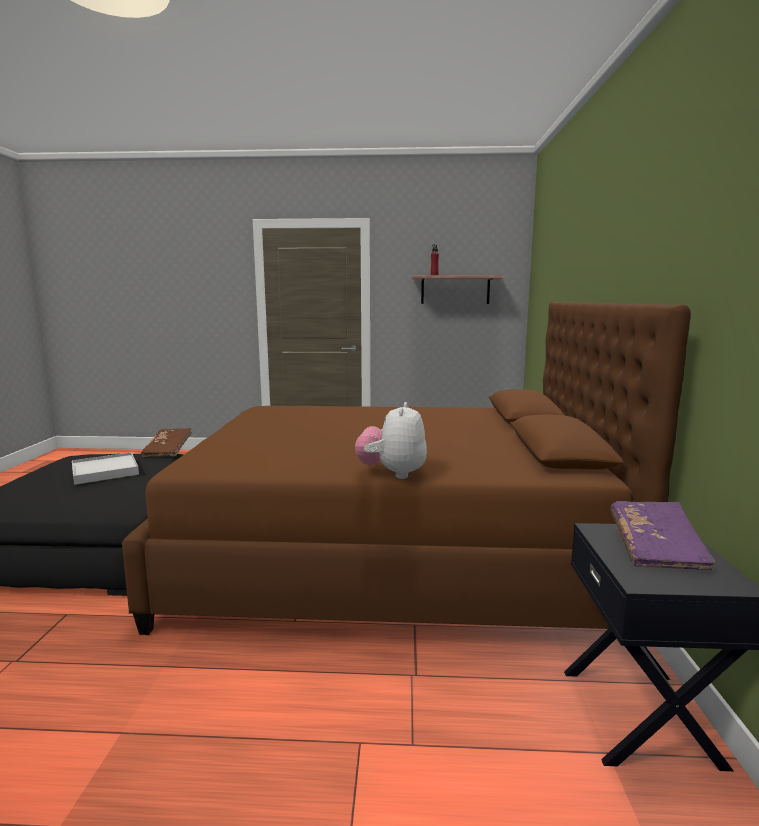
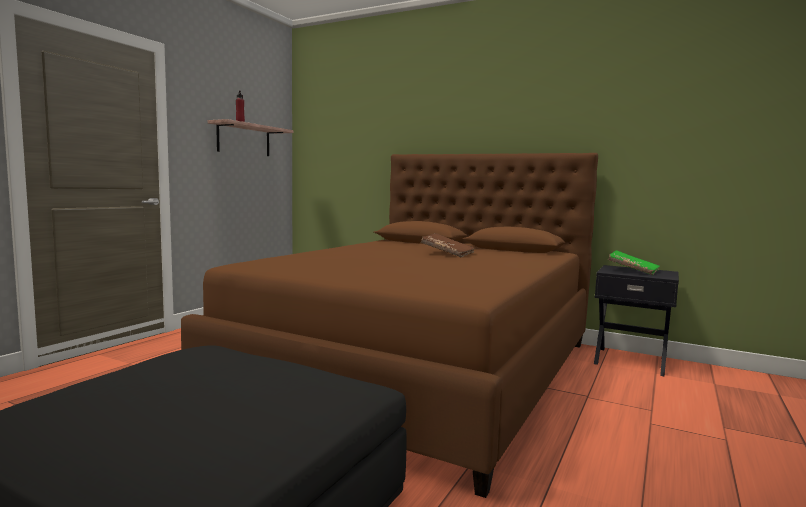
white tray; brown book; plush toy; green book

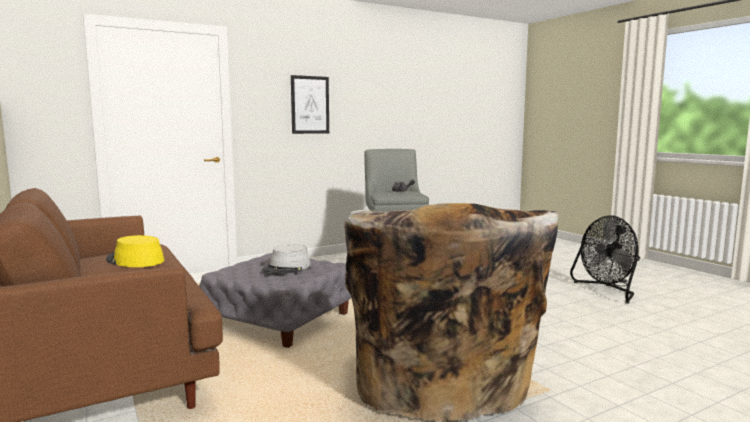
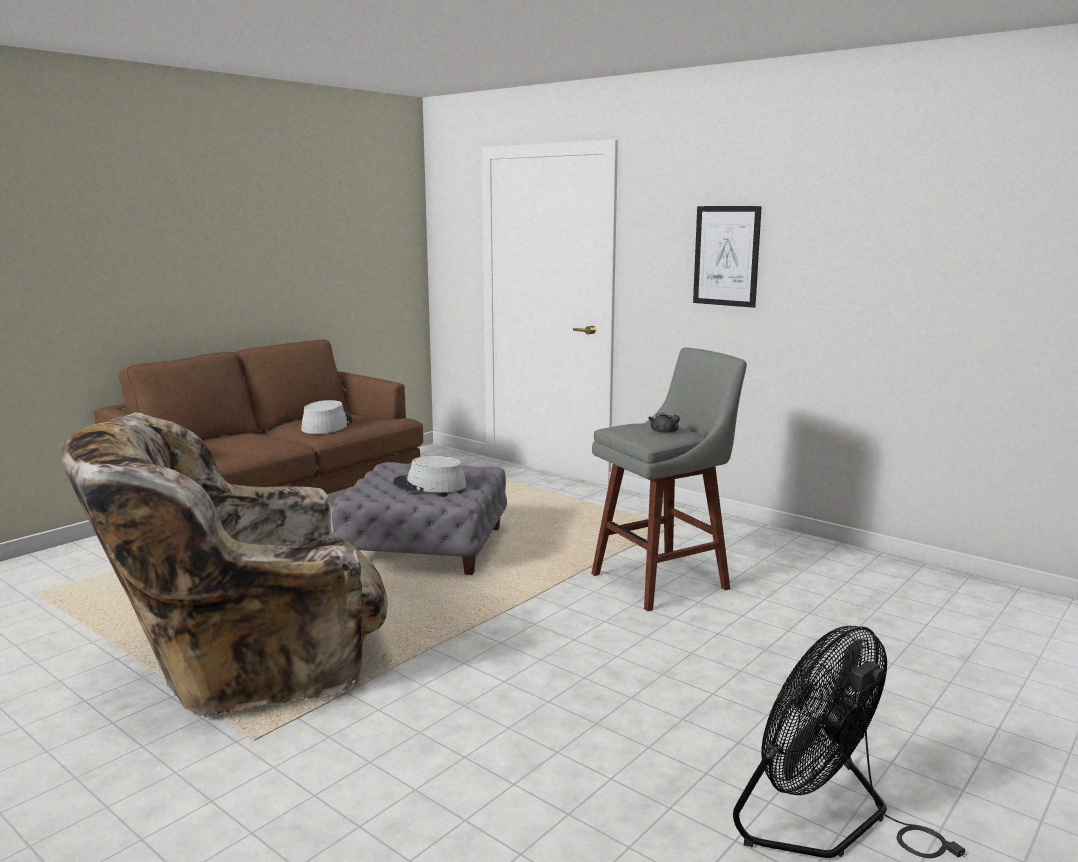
grey hat (no. 1 from left)

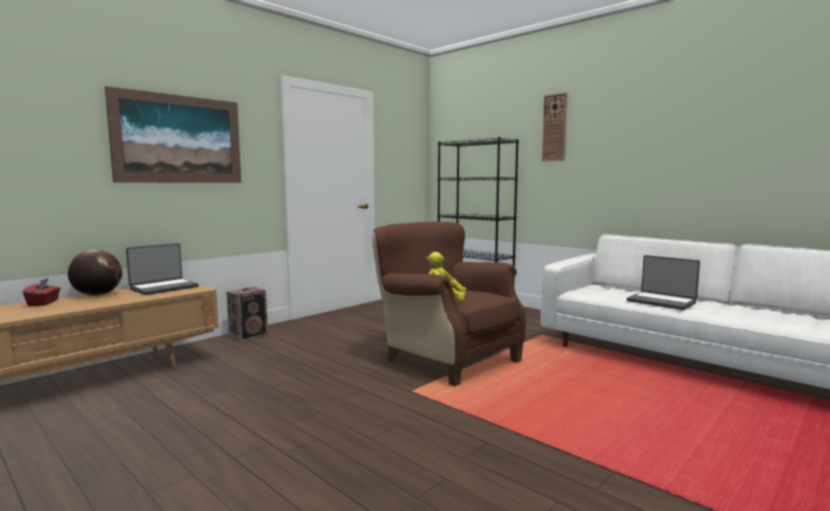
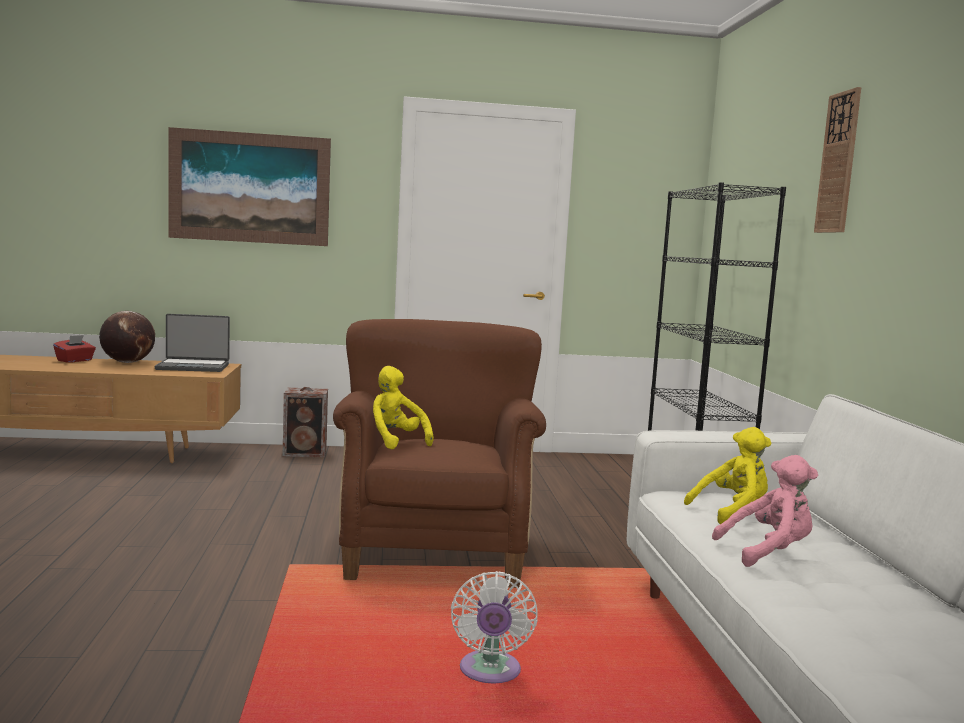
pink plush toy; white fan; yellow plush toy (no. 2 from left)

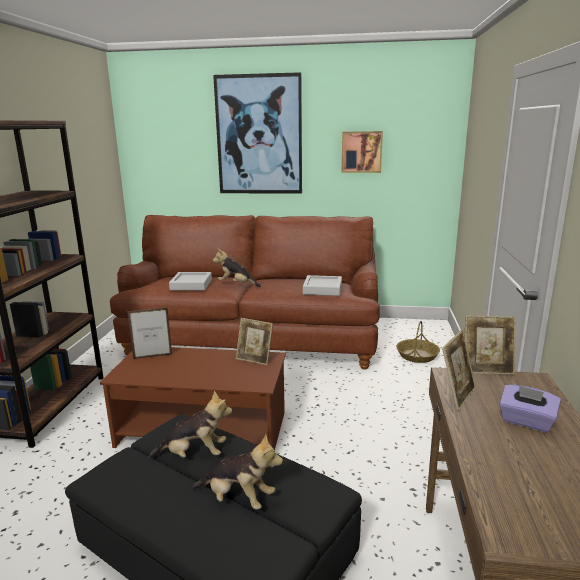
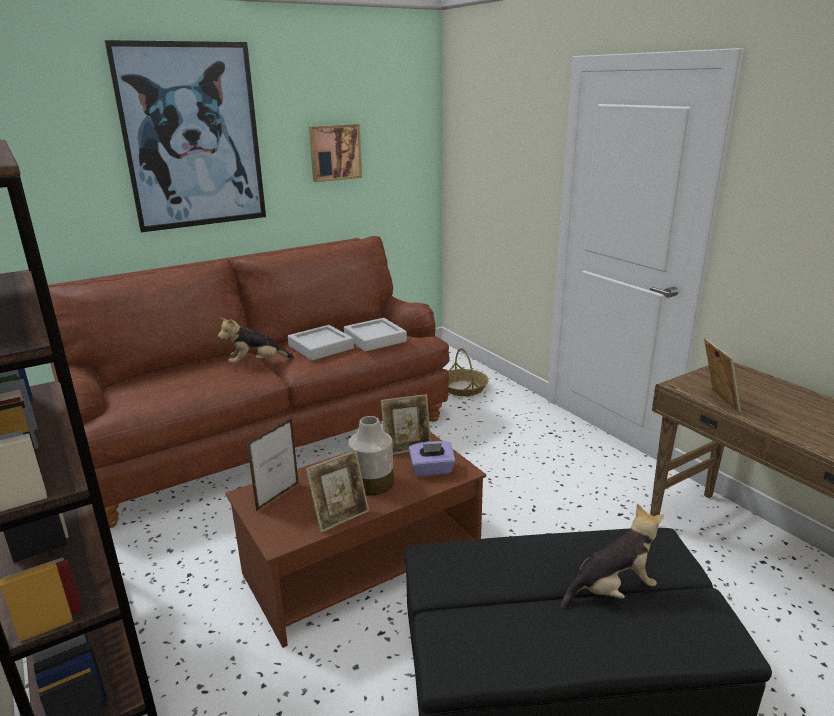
plush toy (no. 1 from left in the first image); grey tray (no. 1 from left); picture frame (no. 2 from left); purple tissue box; beige vase

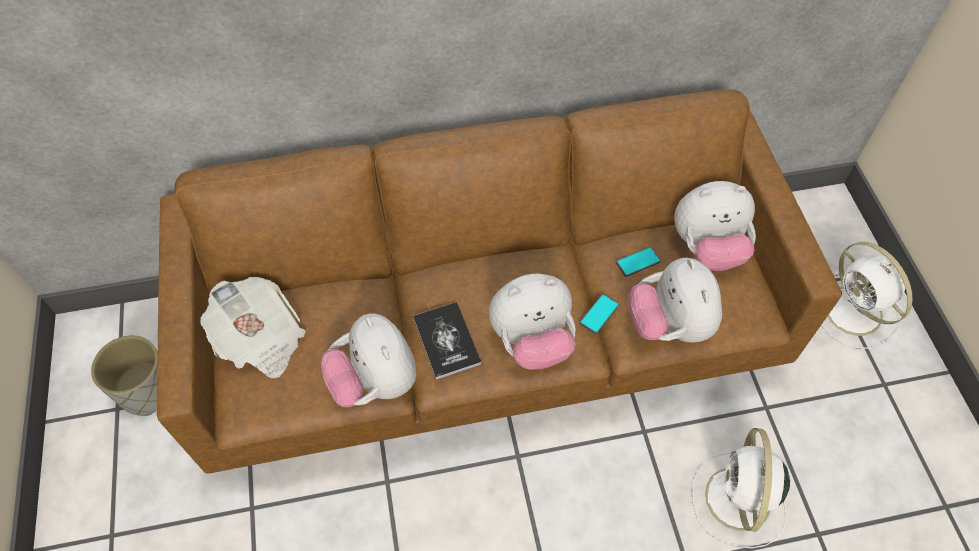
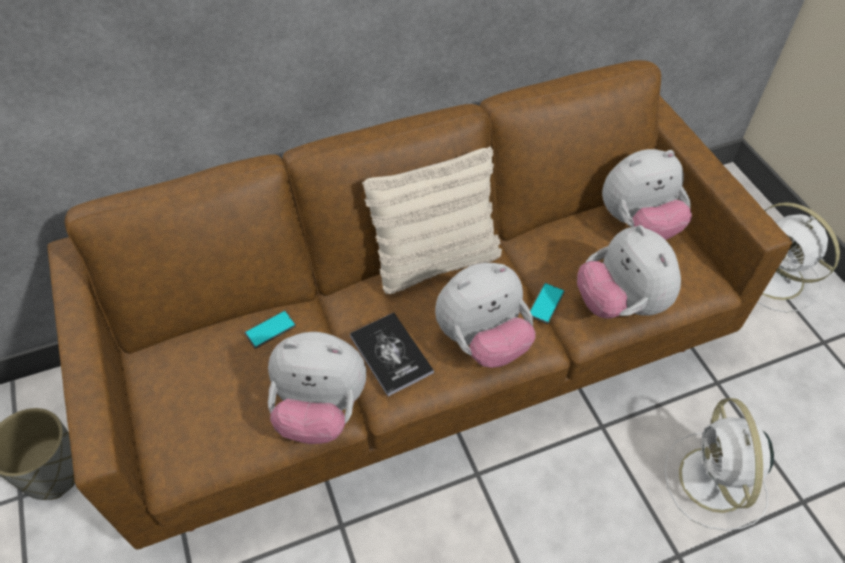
newspaper; plush toy (no. 1 from left); phone (no. 1 from left); beige pillow

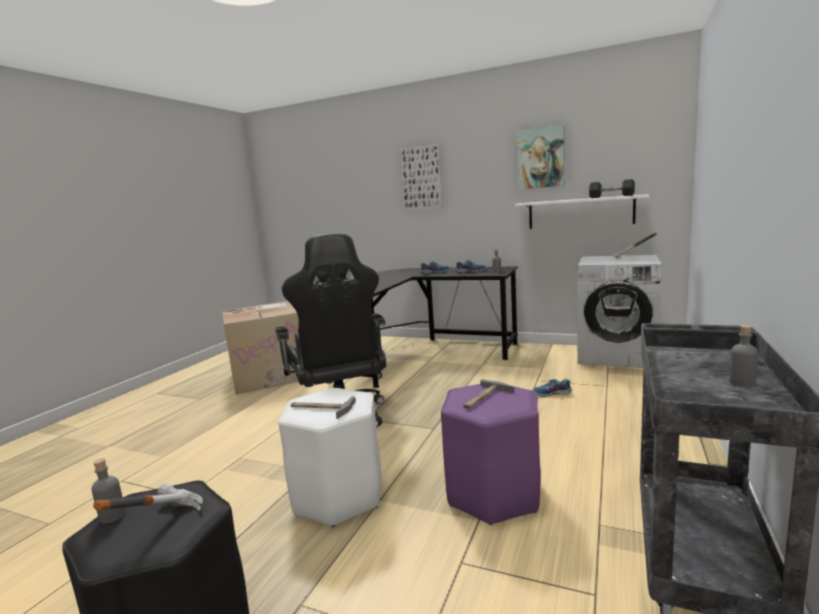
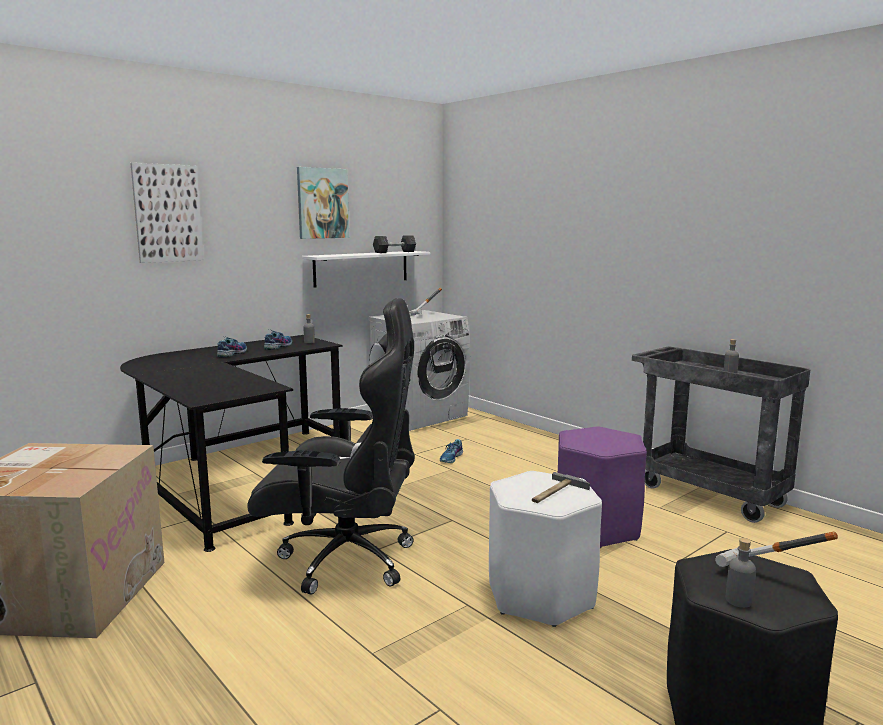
hammer (no. 3 from left in the first image)

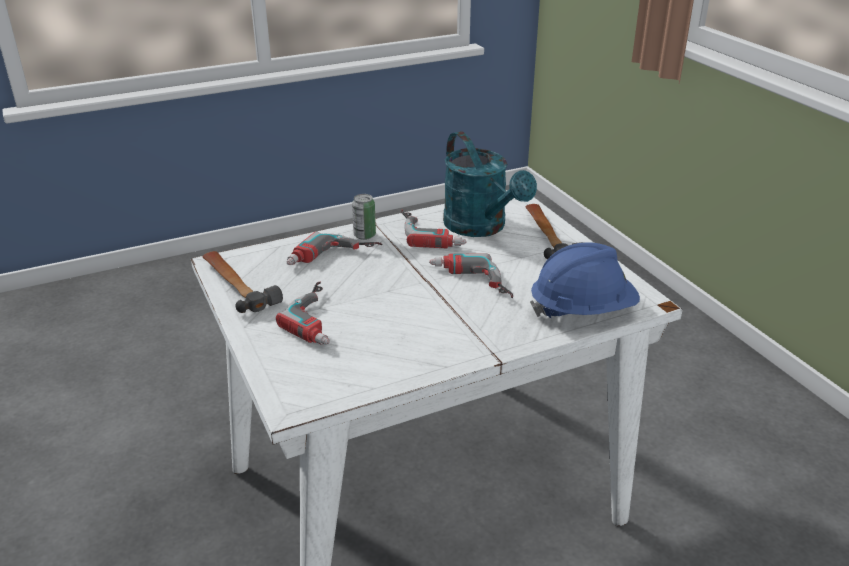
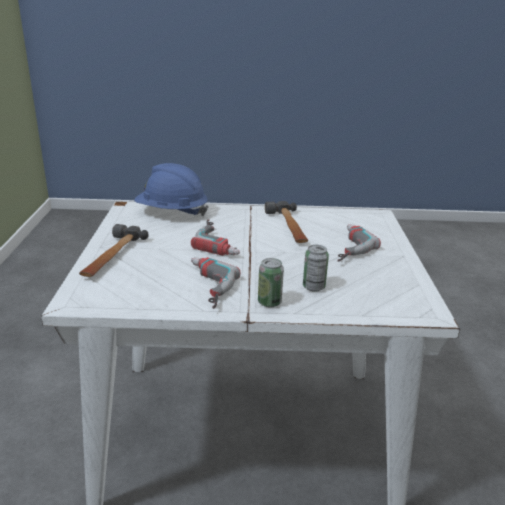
hammer (no. 2 from left); can (no. 2 from left); turquoise watering can

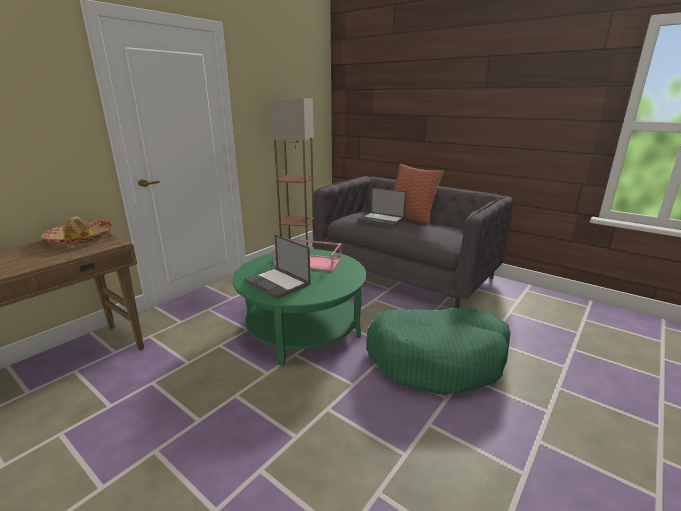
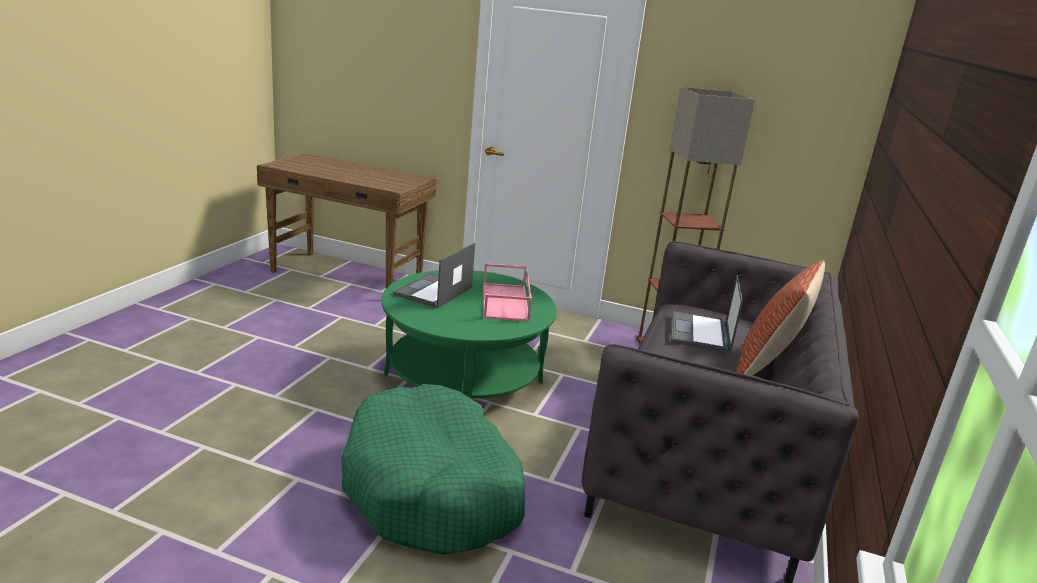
hat

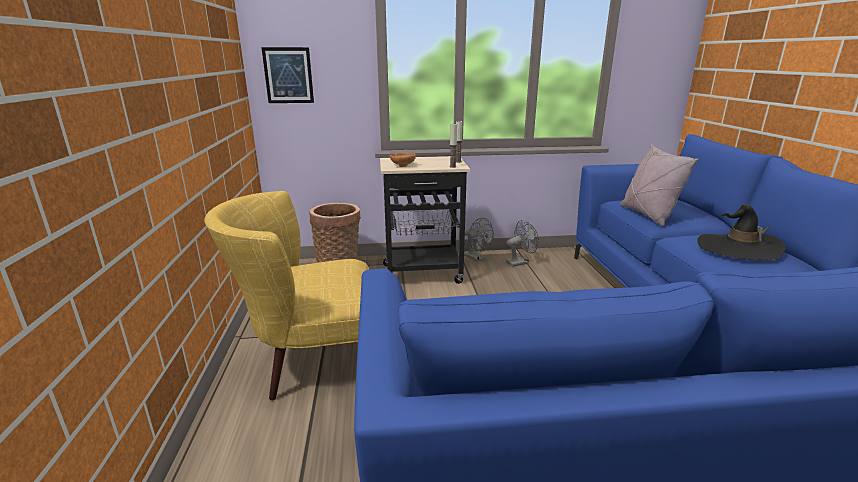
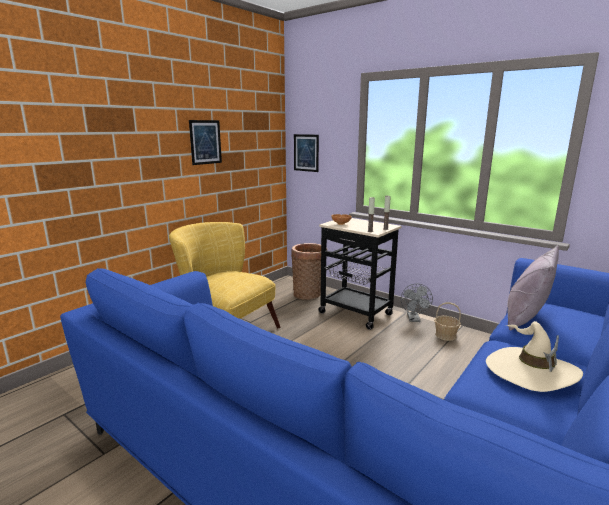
basket (no. 2 from left); beige hat; picture (no. 1 from left)

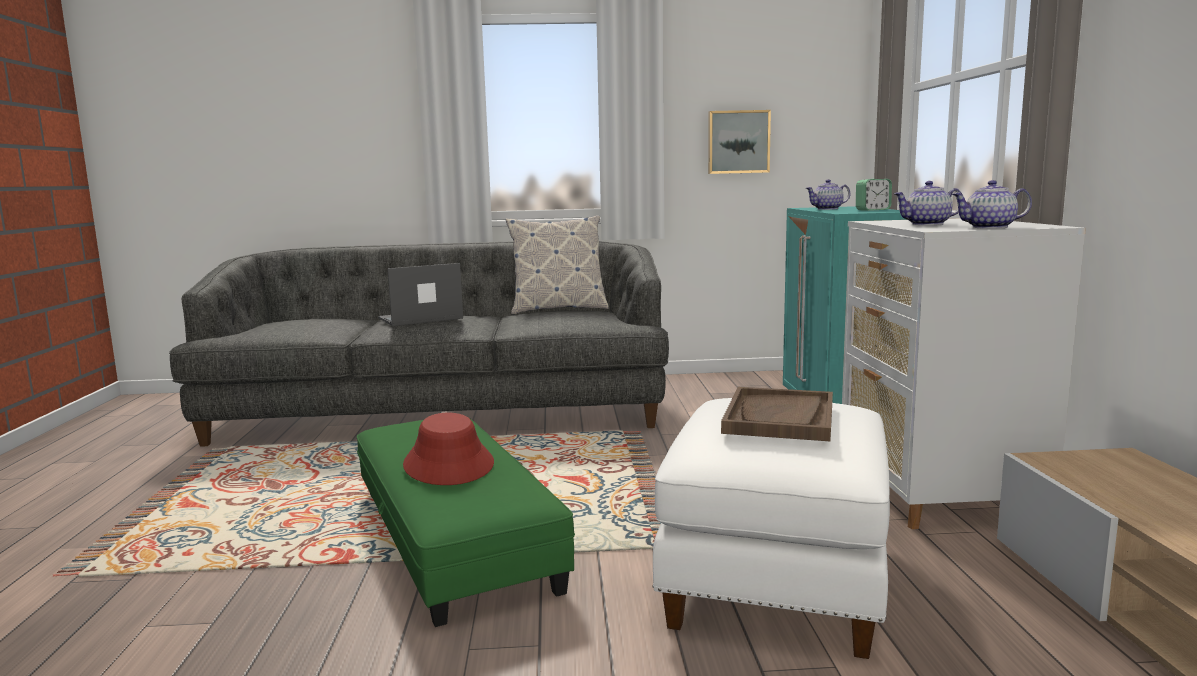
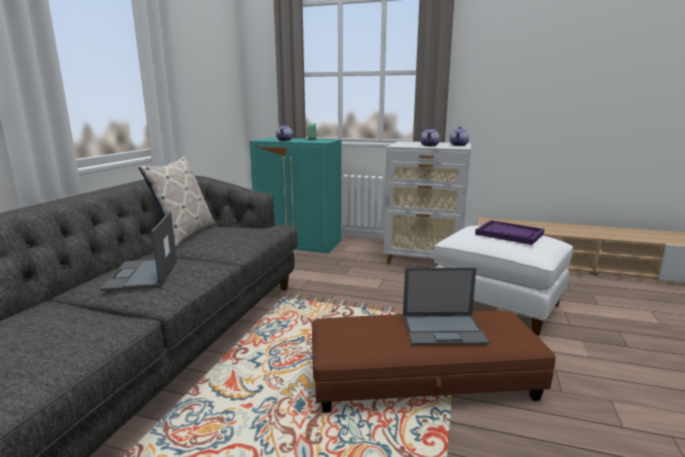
brown ottoman; laptop (no. 2 from left); picture; purple tray

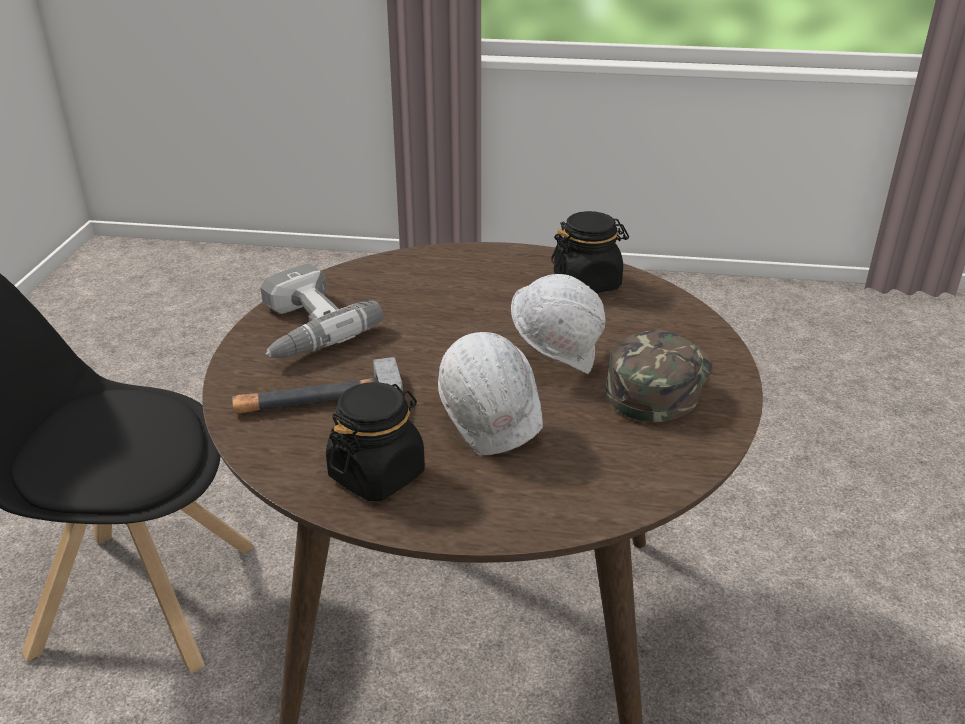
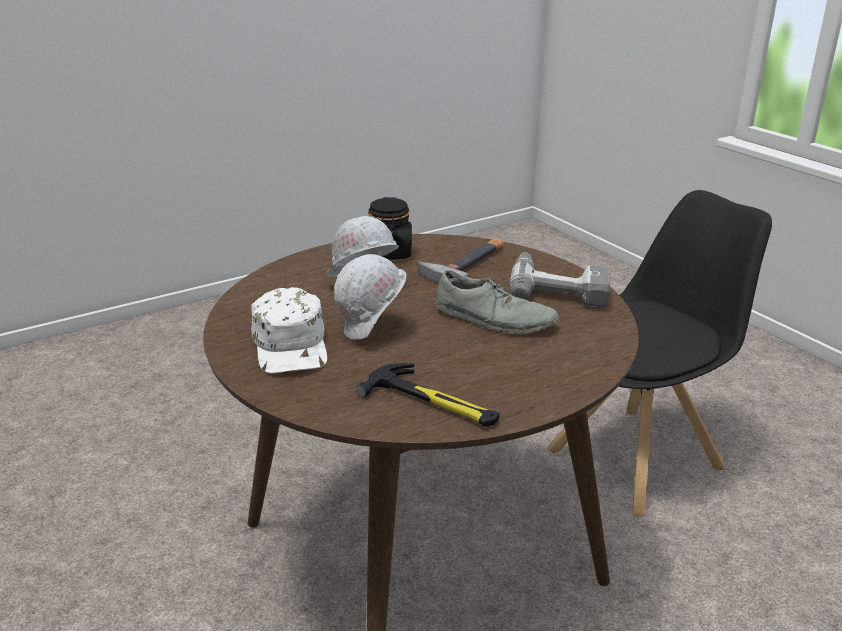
hammer (no. 1 from left); white cap; grey shoe

